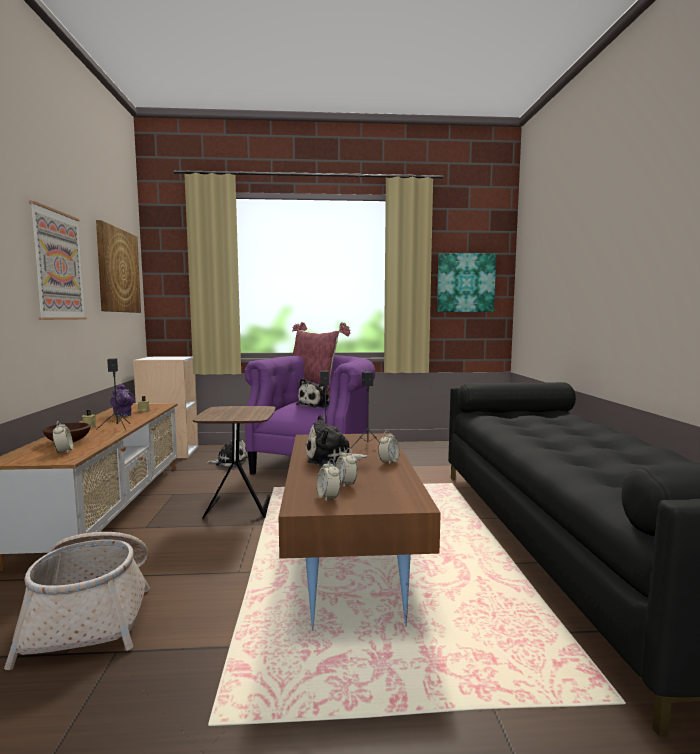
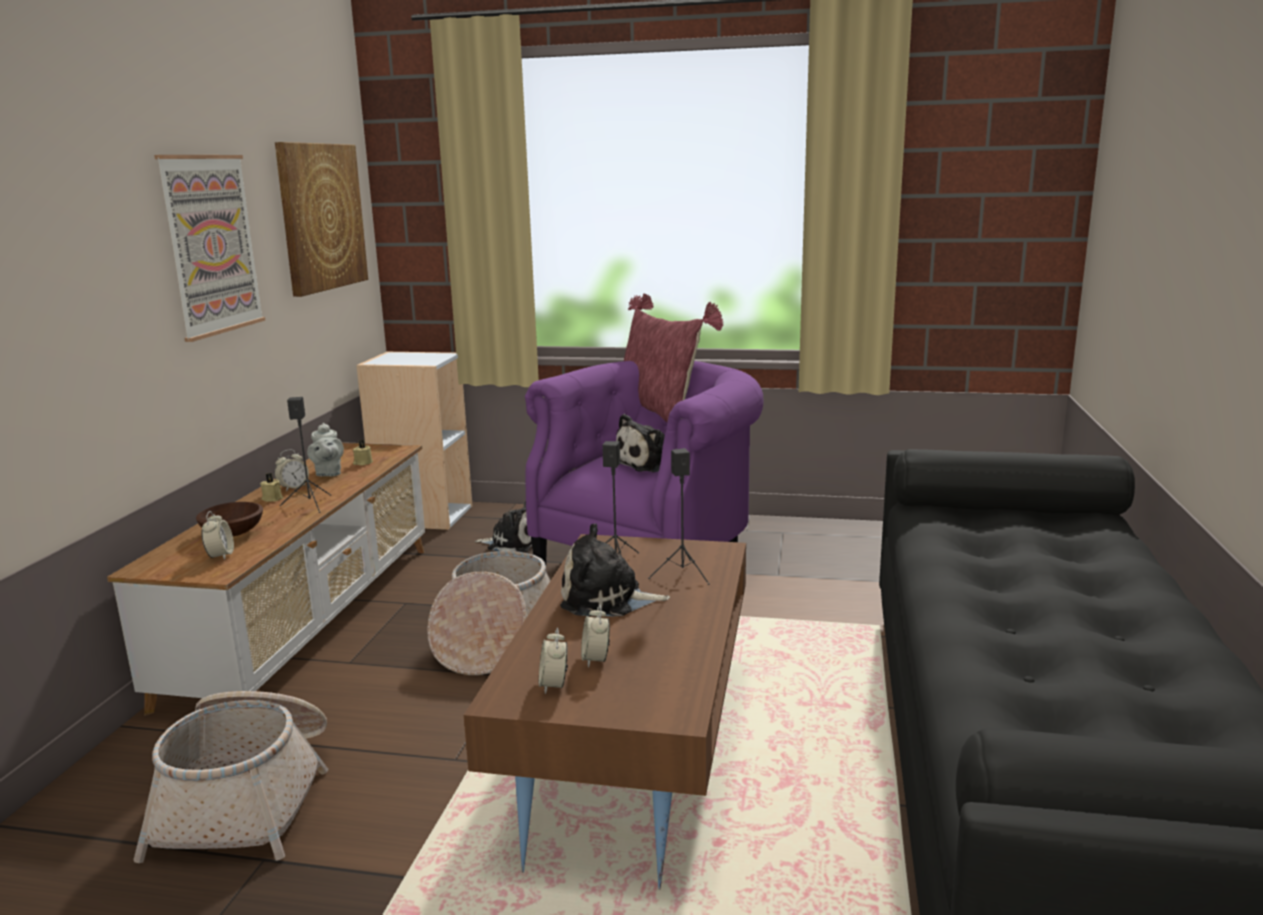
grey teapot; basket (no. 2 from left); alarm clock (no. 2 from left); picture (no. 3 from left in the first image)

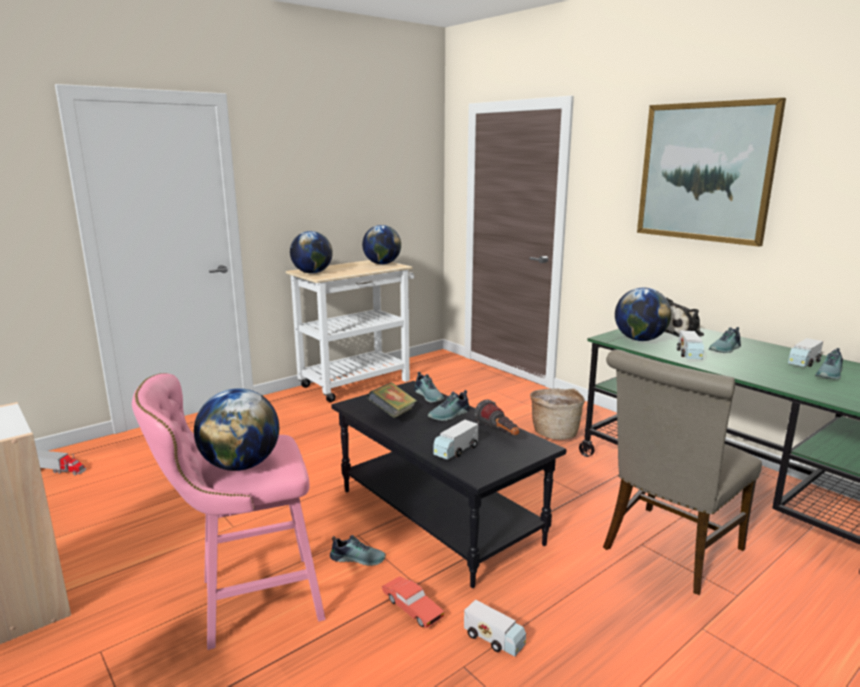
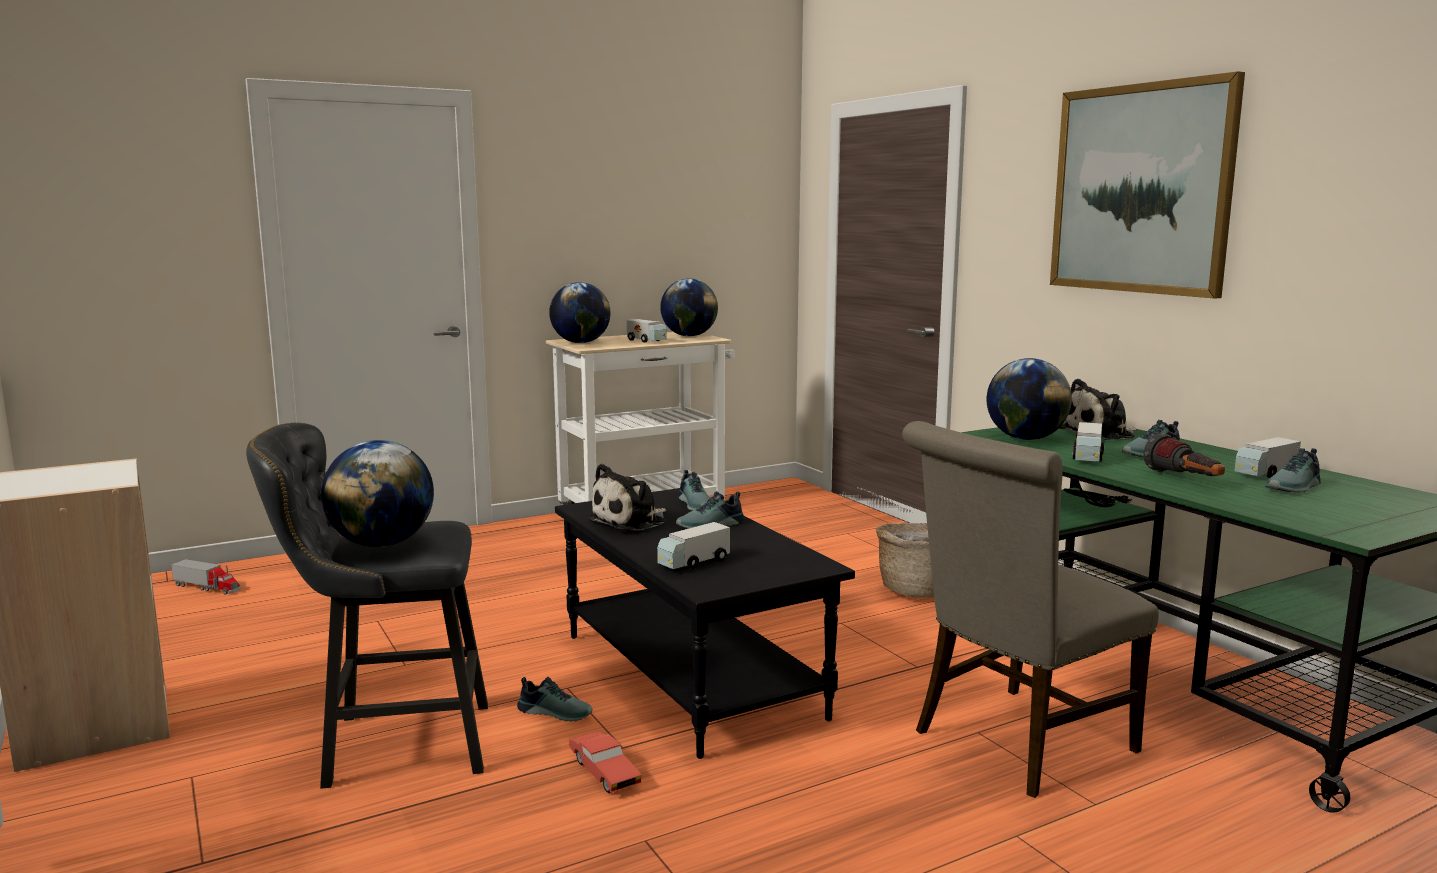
grey stool; plush toy (no. 1 from left); toy truck (no. 2 from left); flashlight

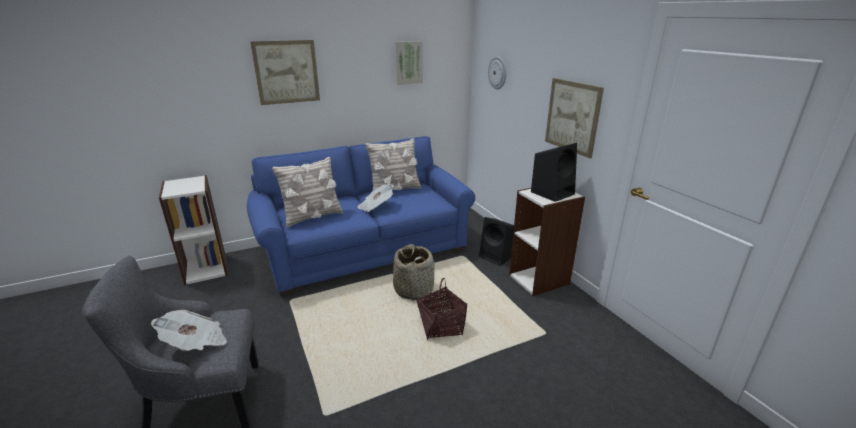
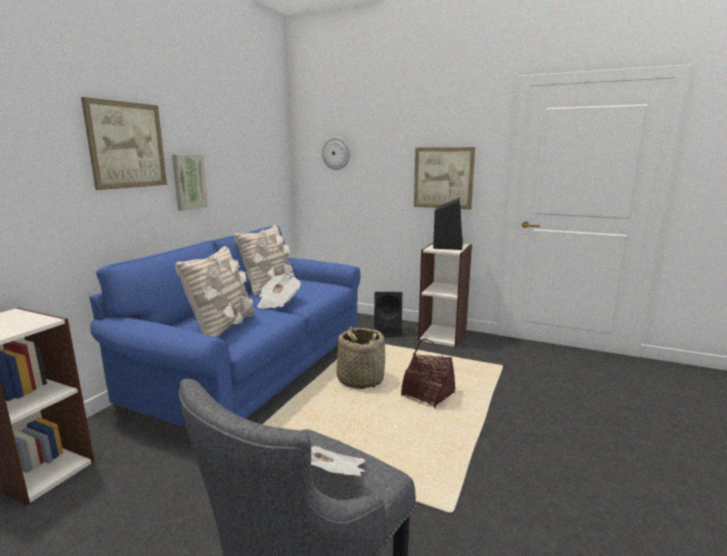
picture (no. 2 from left)

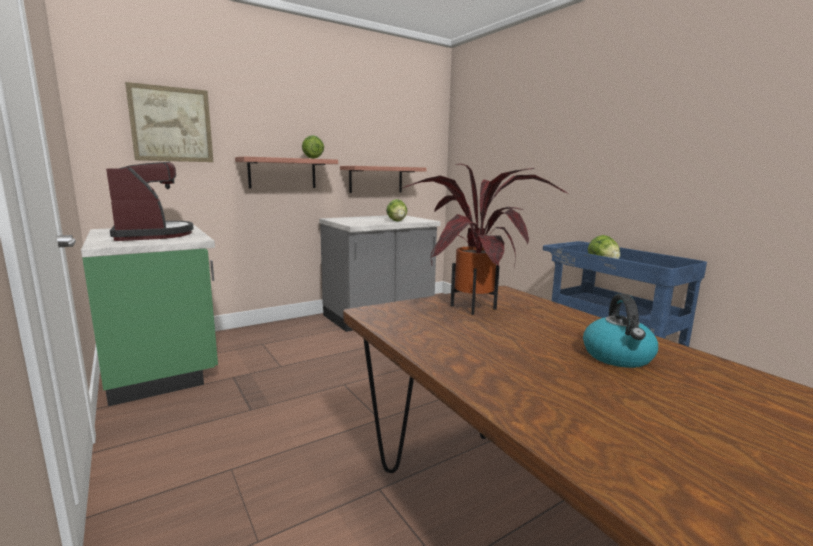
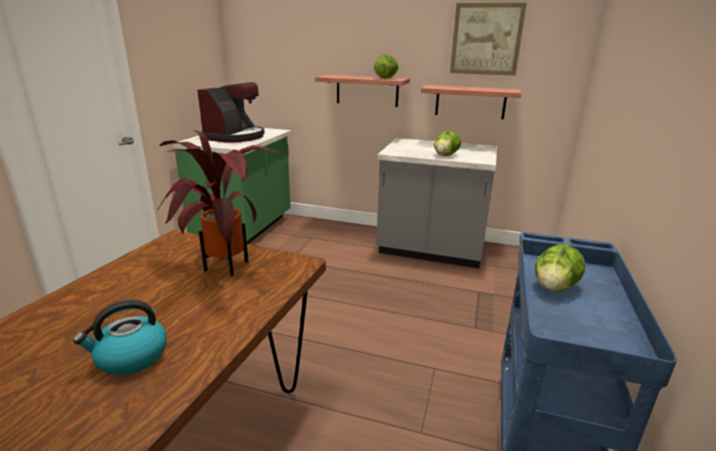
picture

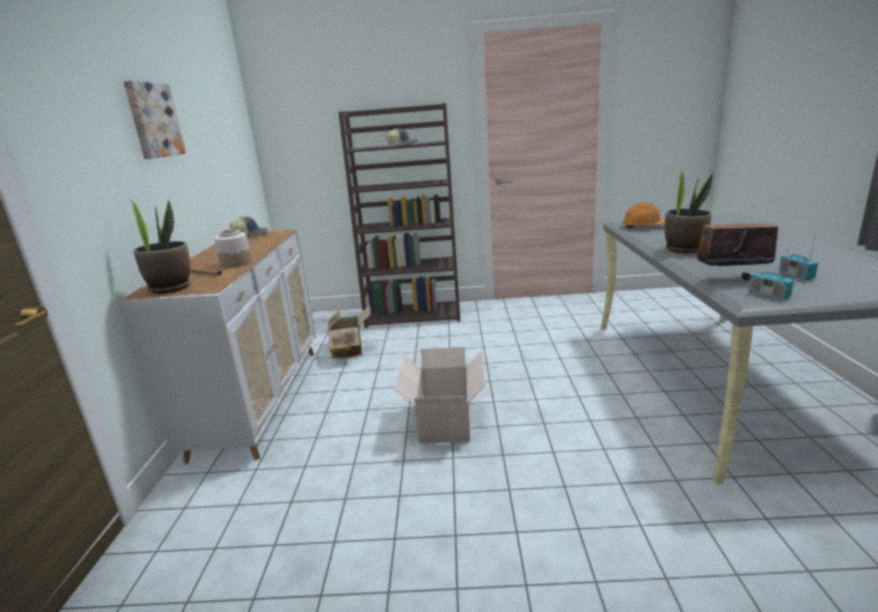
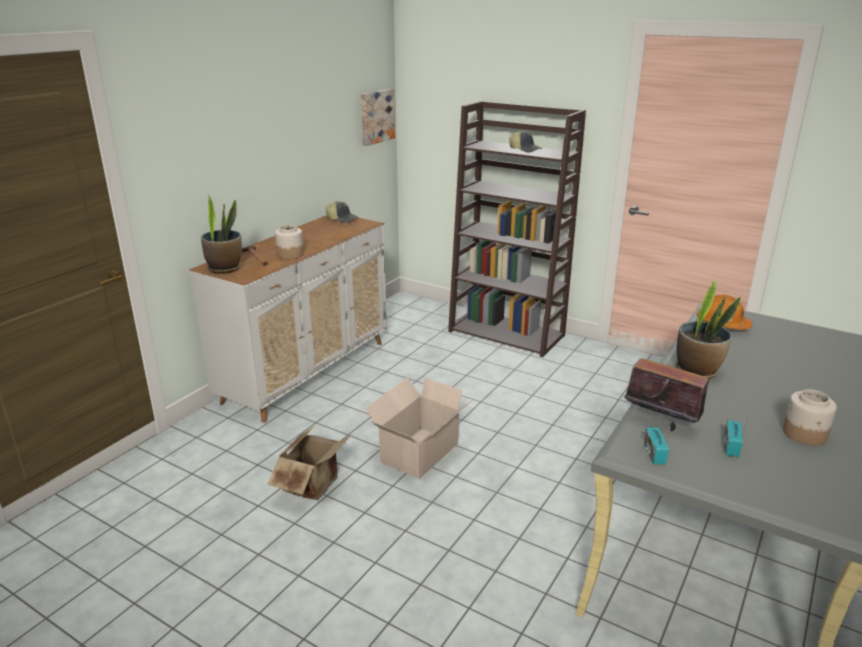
picture; cardboard box (no. 1 from left); jar (no. 2 from left)

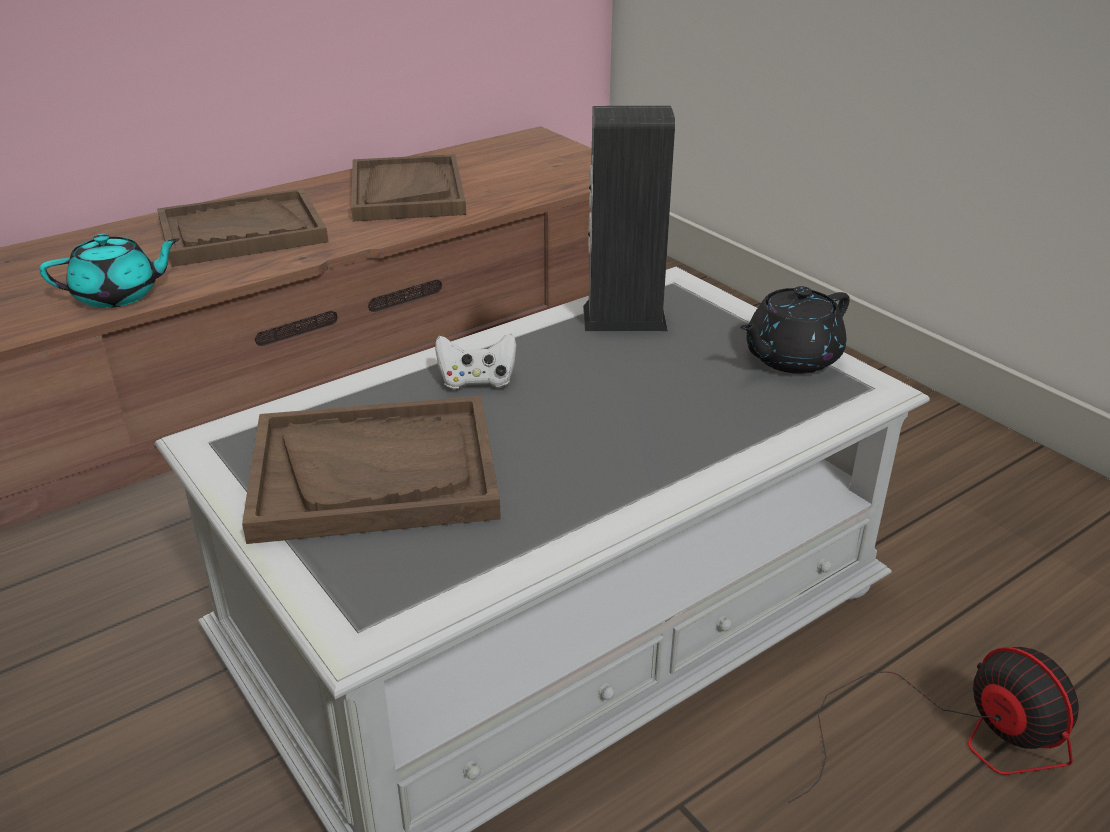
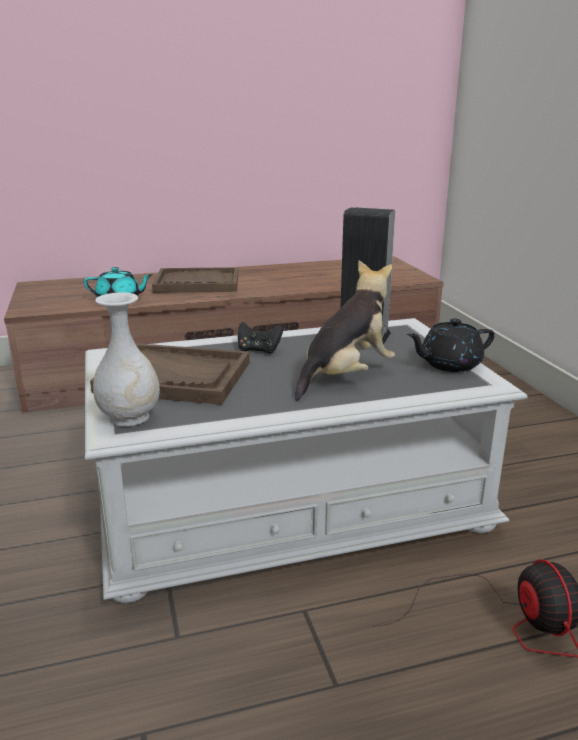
brown tray (no. 3 from left in the first image); black game controller; white vase; plush toy

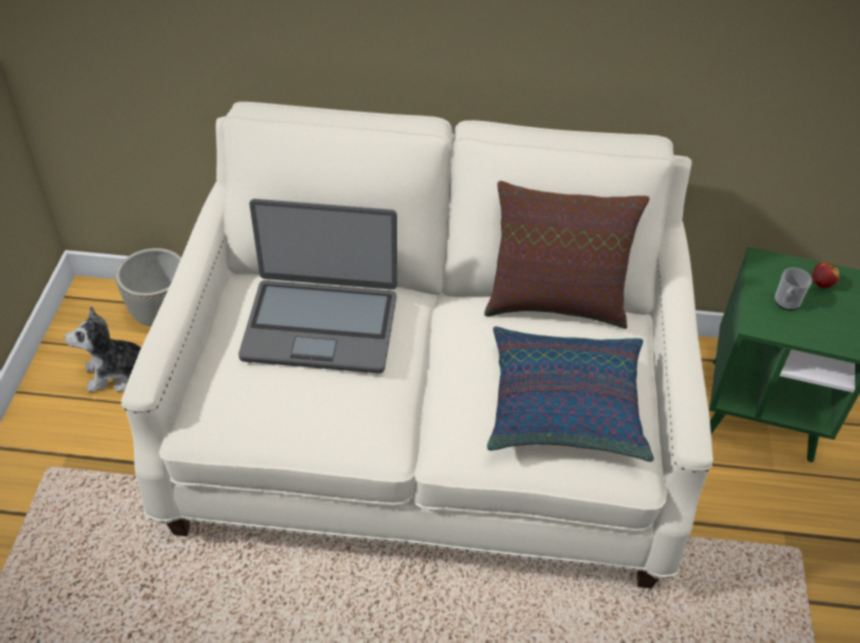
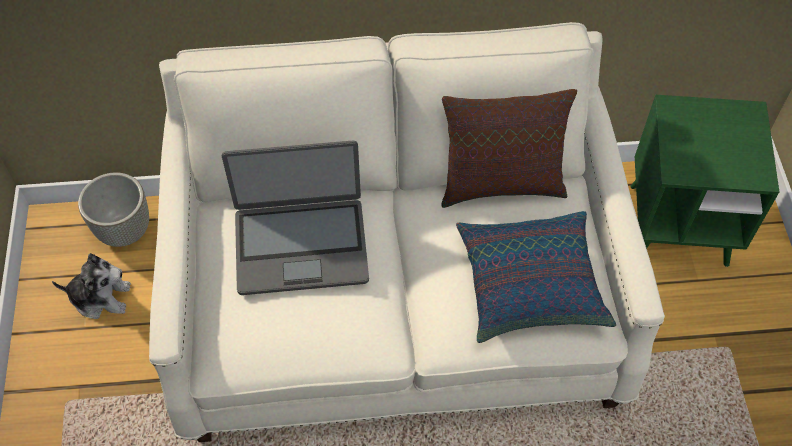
plush toy; mug; apple

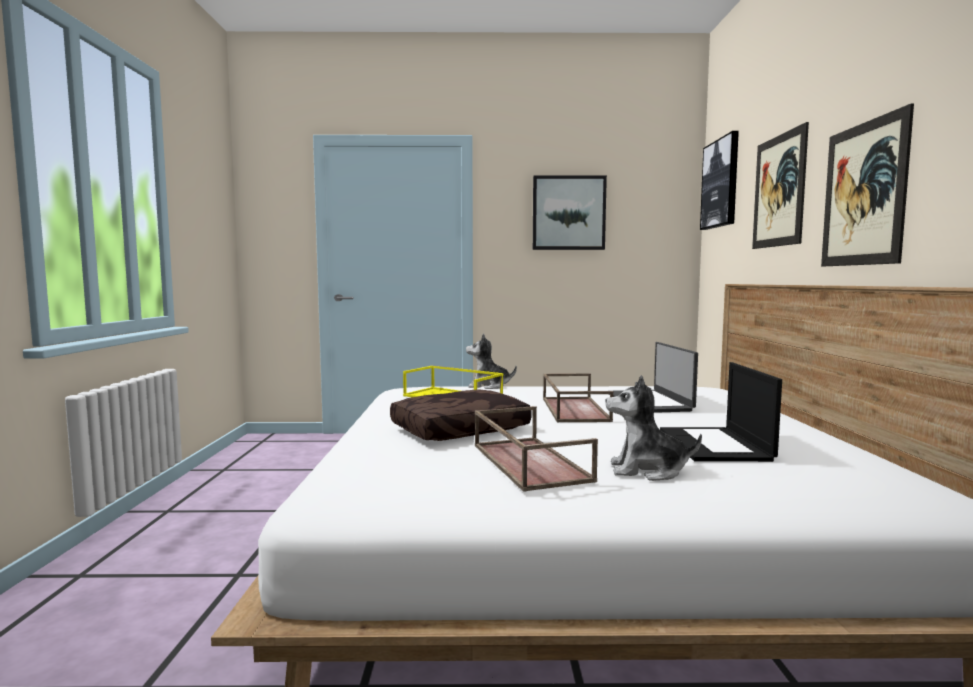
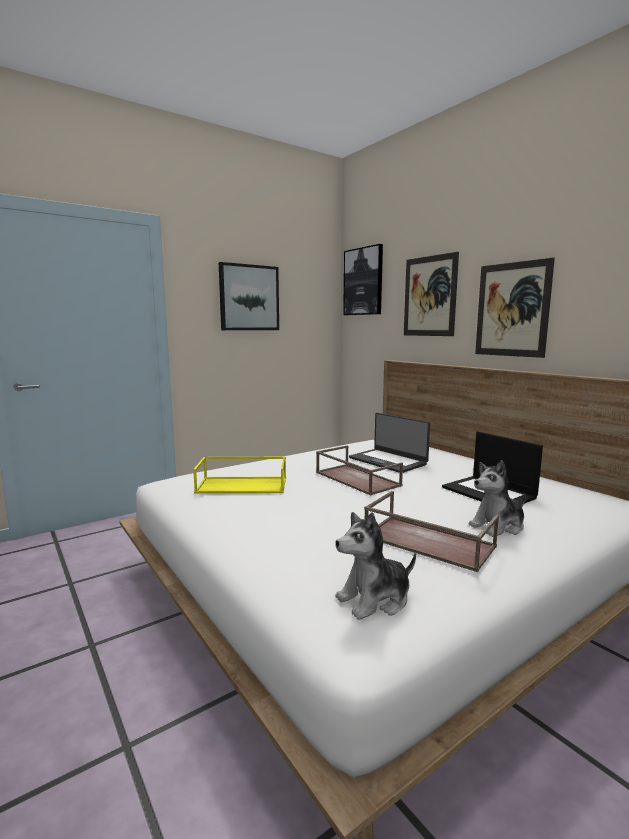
brown pillow; plush toy (no. 1 from left)

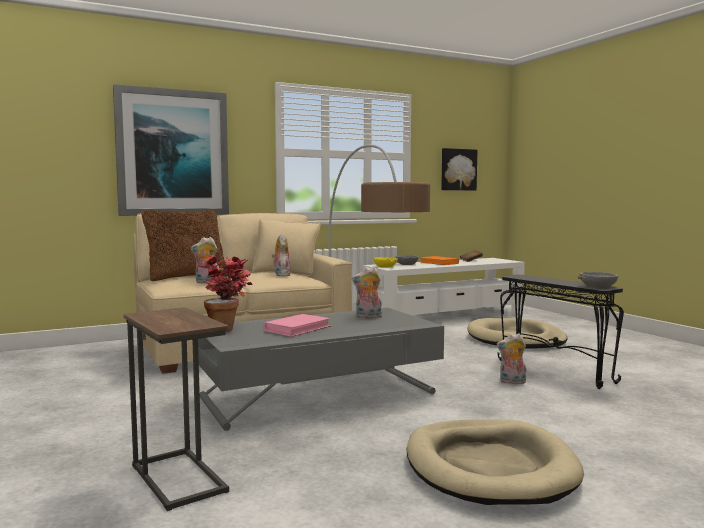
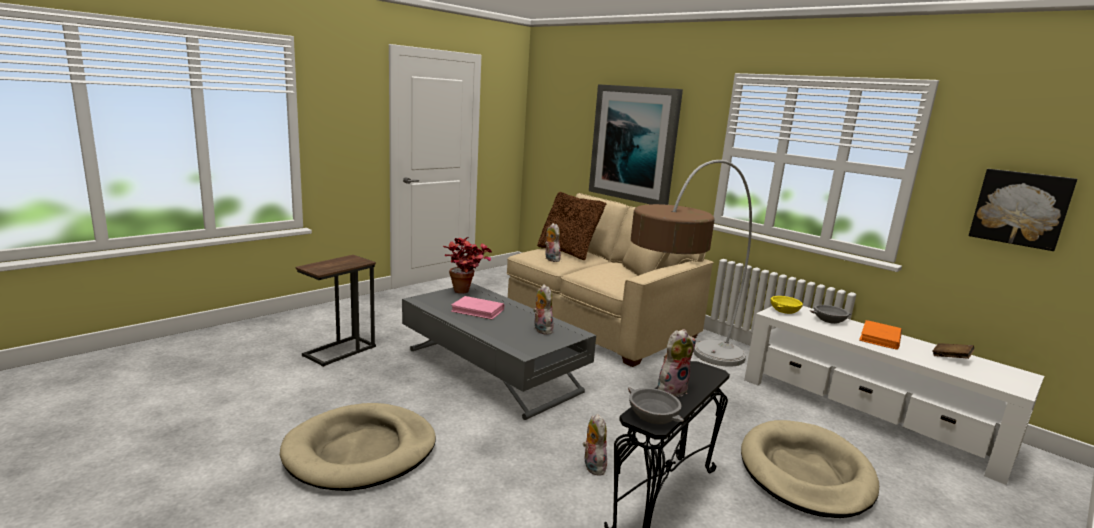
plush toy (no. 4 from left)

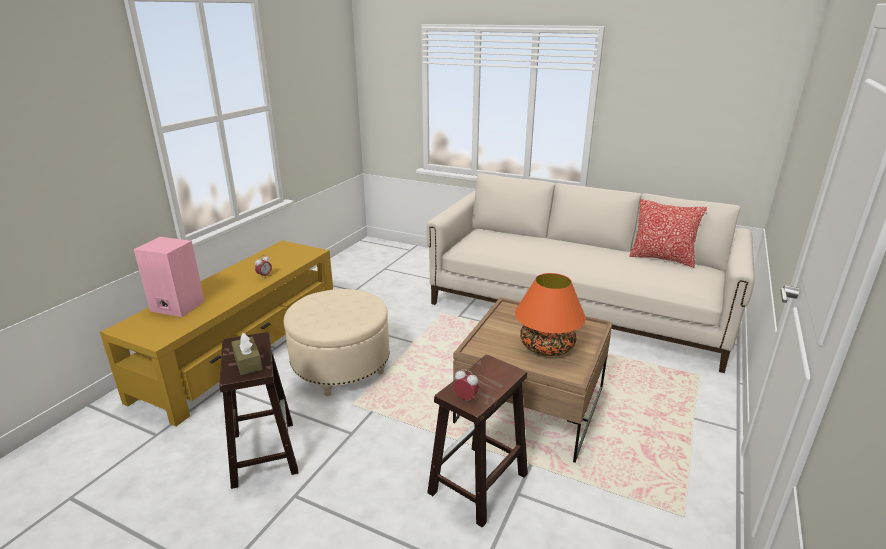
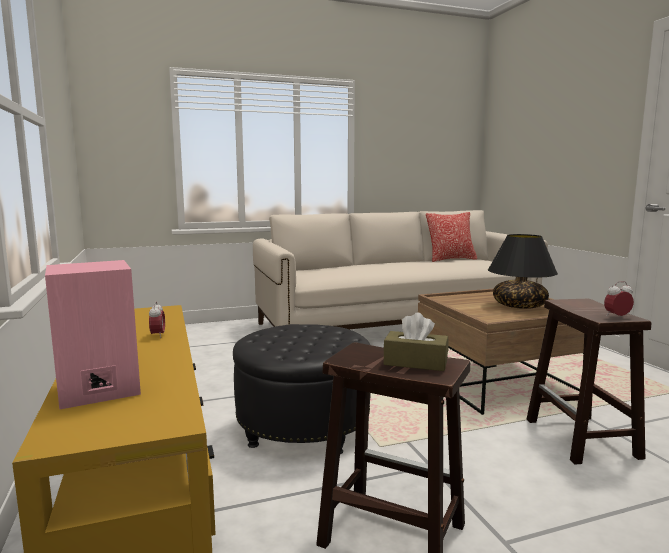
black ottoman; black table lamp

